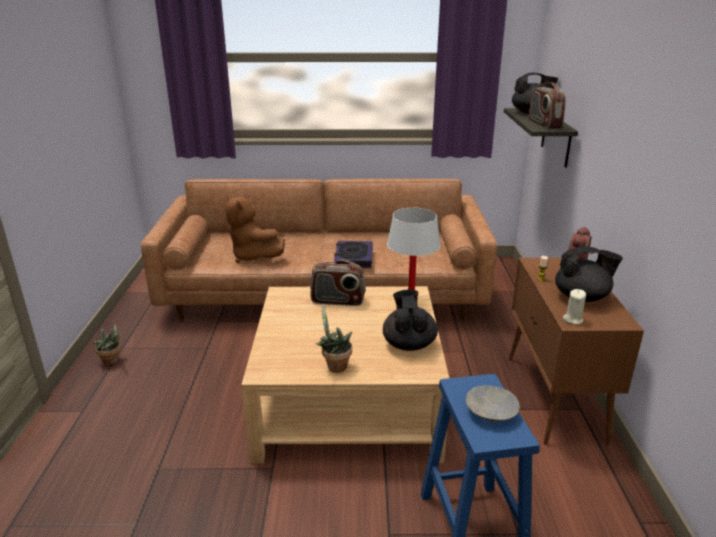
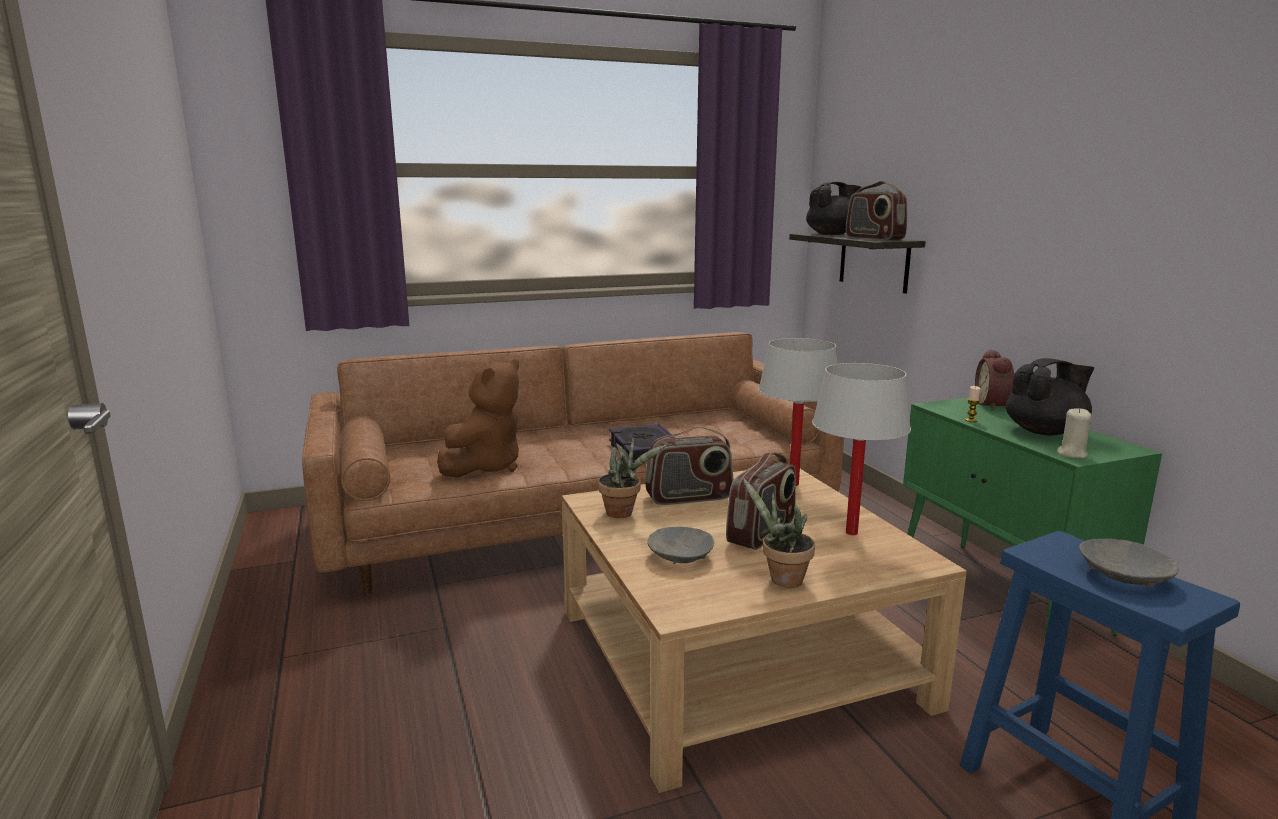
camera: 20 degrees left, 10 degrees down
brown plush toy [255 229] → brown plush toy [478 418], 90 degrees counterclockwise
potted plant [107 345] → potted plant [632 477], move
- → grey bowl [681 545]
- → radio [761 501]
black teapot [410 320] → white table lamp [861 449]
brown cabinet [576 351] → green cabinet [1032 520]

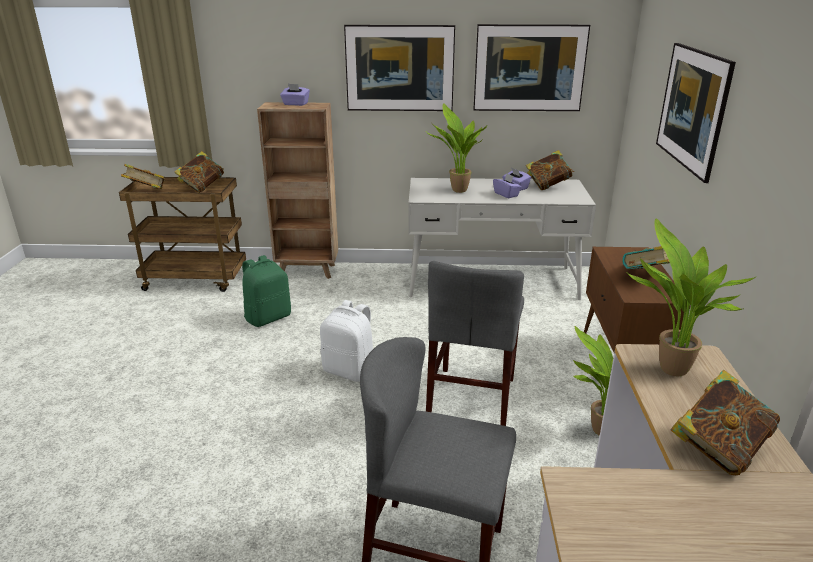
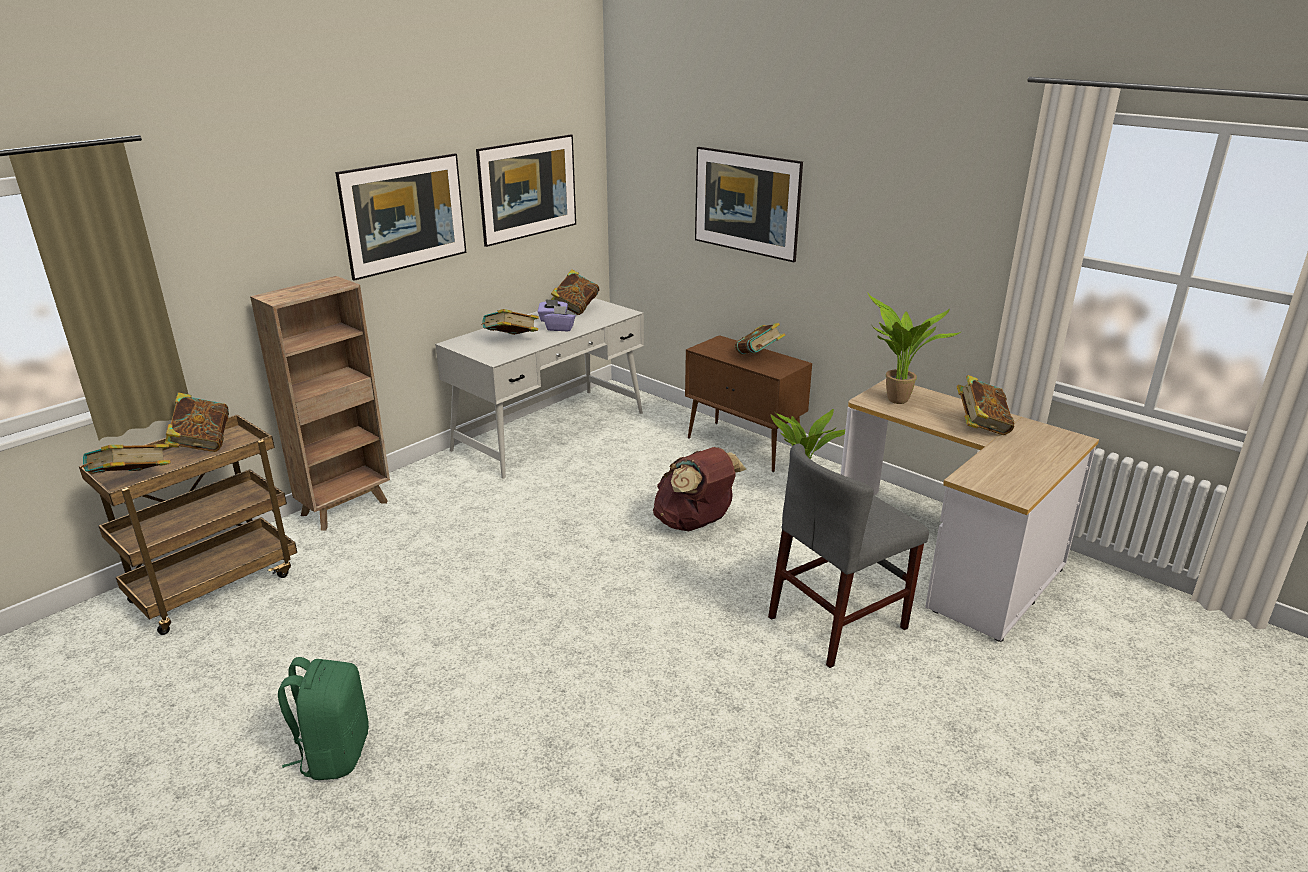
camera: 50 degrees left, 0 degrees up
green backpack [266 291] → green backpack [323 718], move
potted plant [457 148] → book [510 322]
grey chair [475 343] → brown backpack [699 489]
purple tissue box [295 95] → -
white backpack [346 341] → -

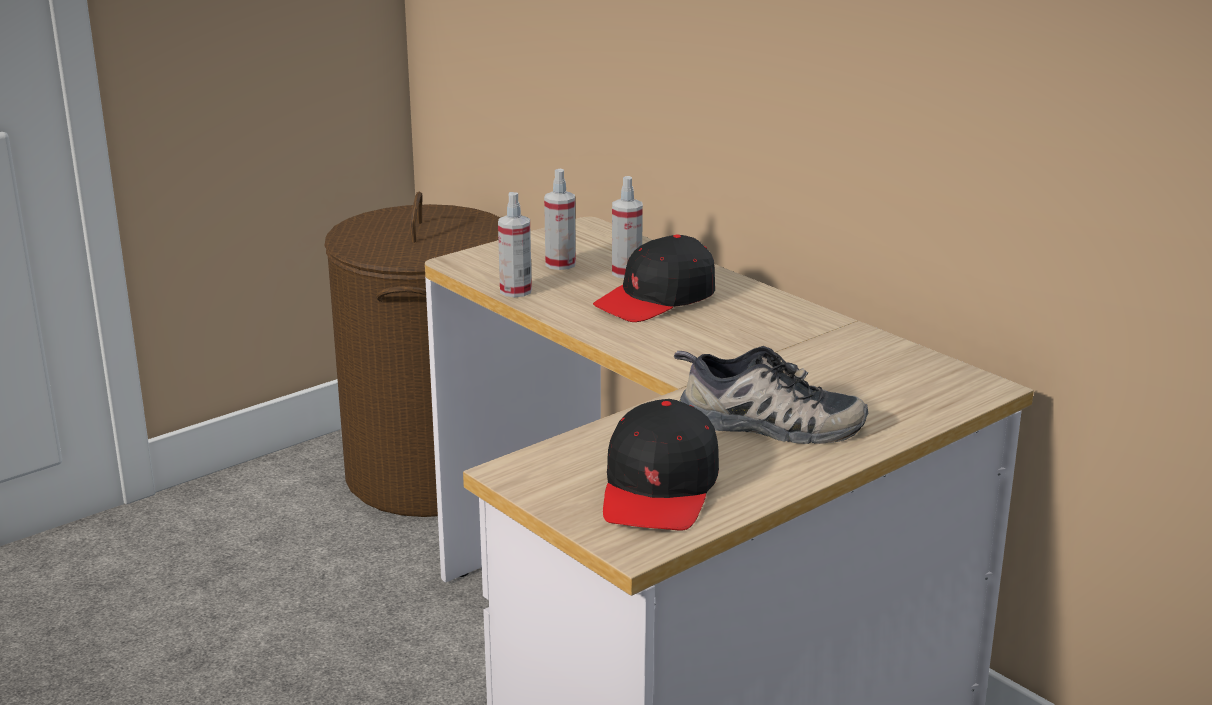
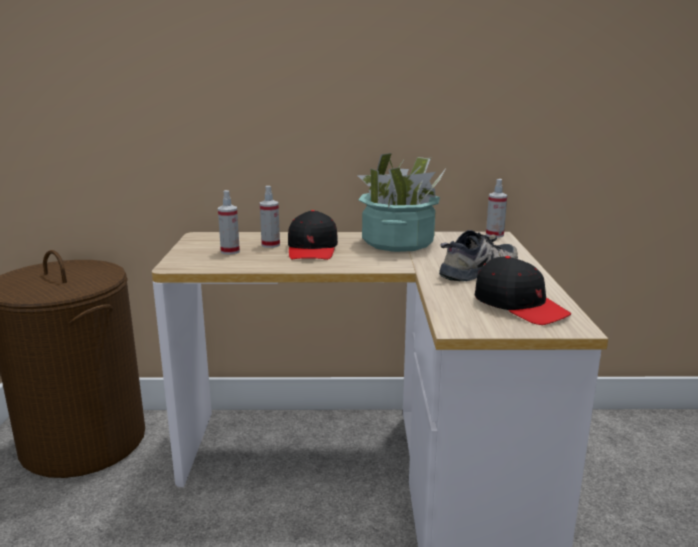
camera: 50 degrees left, 5 degrees down
- → potted plant [401 202]
spray bottle [515 244] → spray bottle [496 208], move

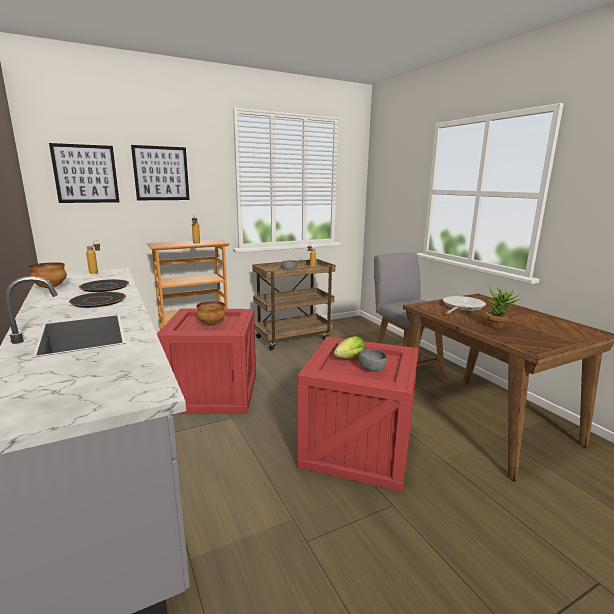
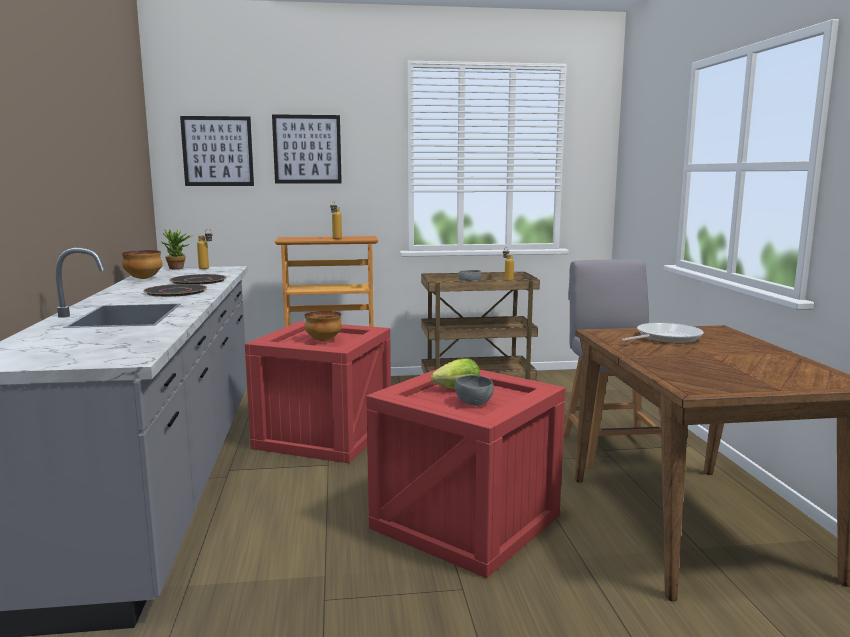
camera: 20 degrees right, 5 degrees down
potted plant [503 307] → potted plant [177 249], move

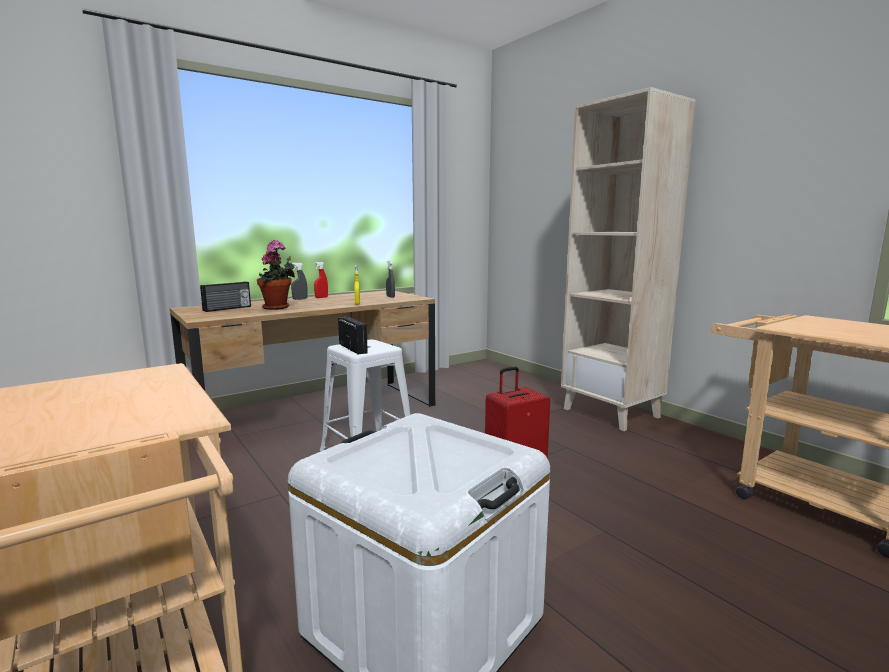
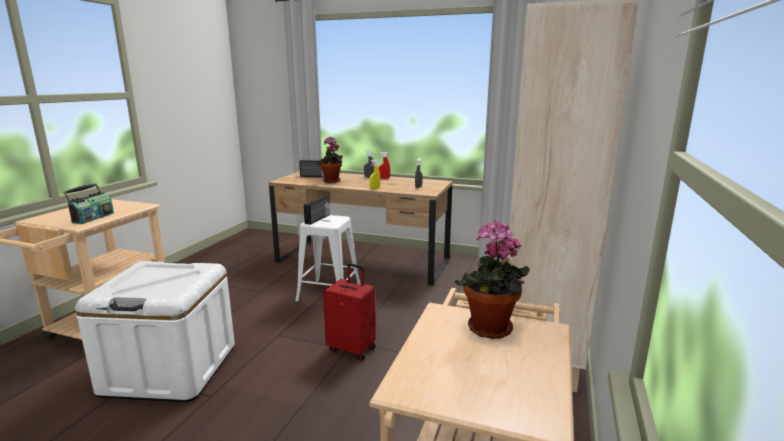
camera: 55 degrees right, 5 degrees up
- → radio [89 204]
- → potted plant [492 280]

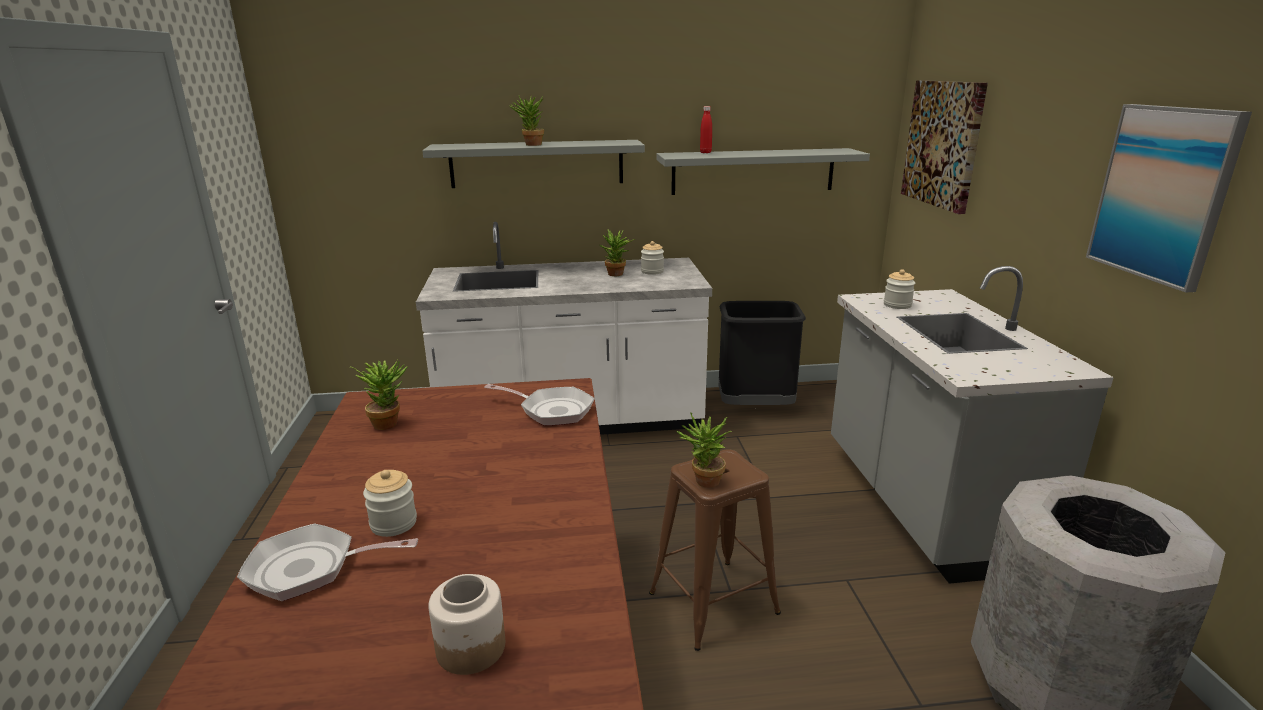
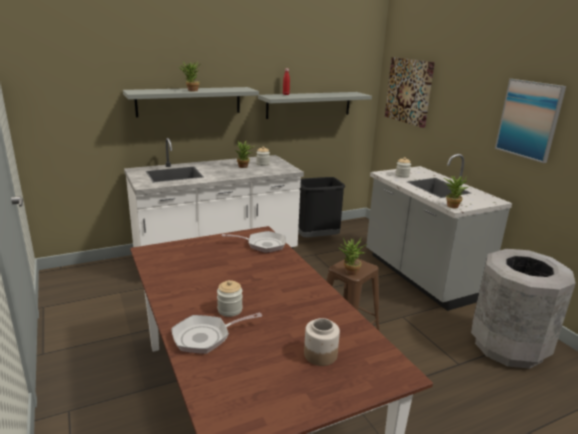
camera: 20 degrees left, 0 degrees up
potted plant [379 395] → potted plant [455 191], move

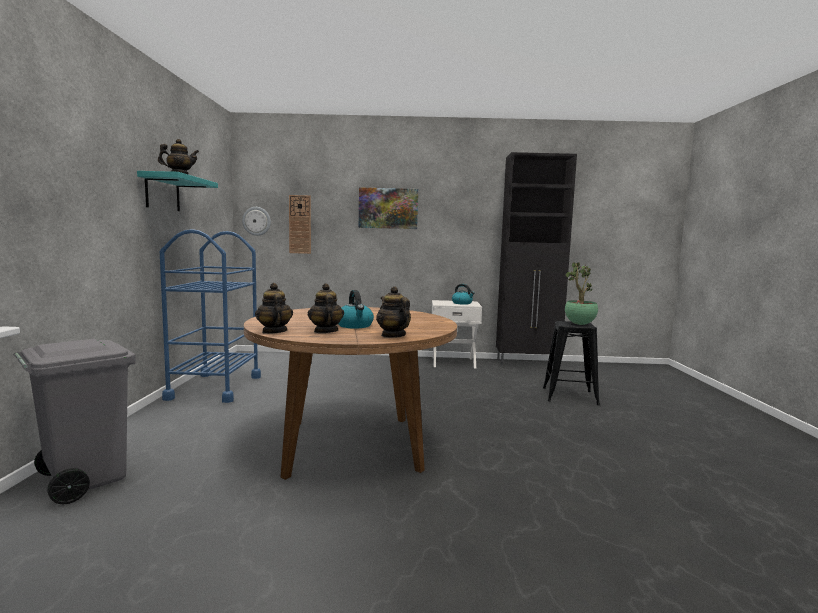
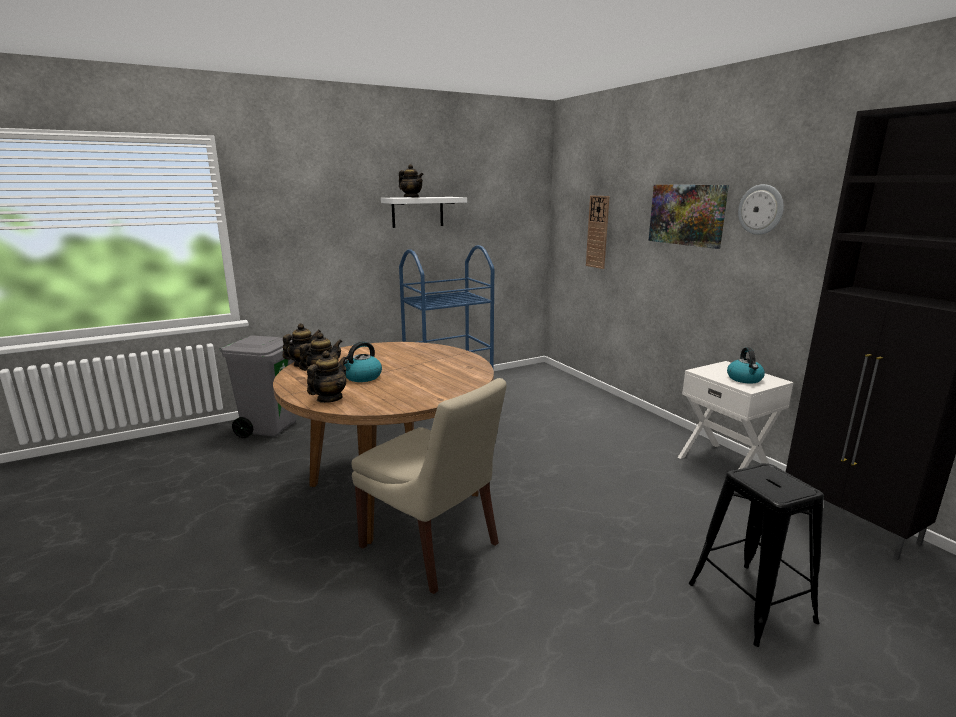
camera: 60 degrees right, 10 degrees up
- → beige chair [429 486]
turquoise shelf [177 191] → white shelf [424 212]
wall clock [256 221] → wall clock [761 209], move
potted plant [581 293] → -

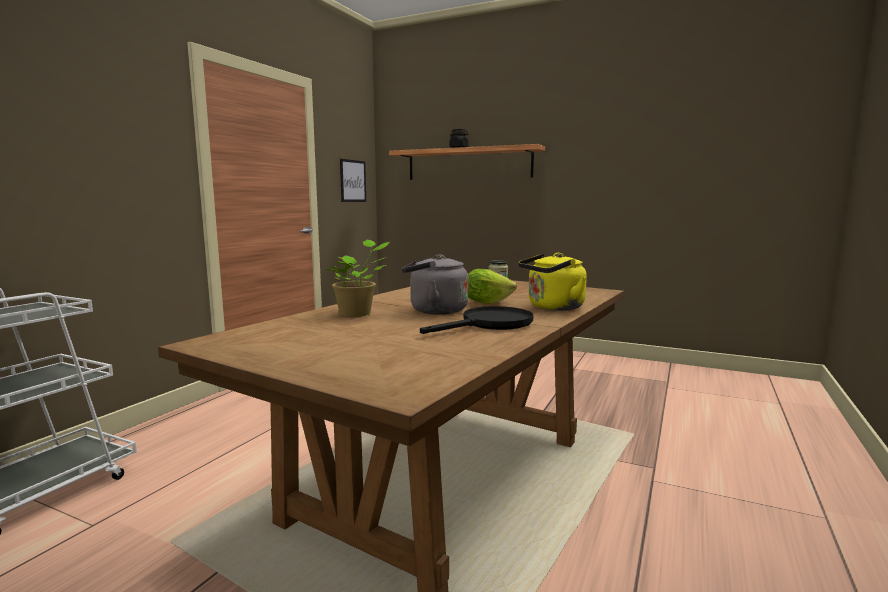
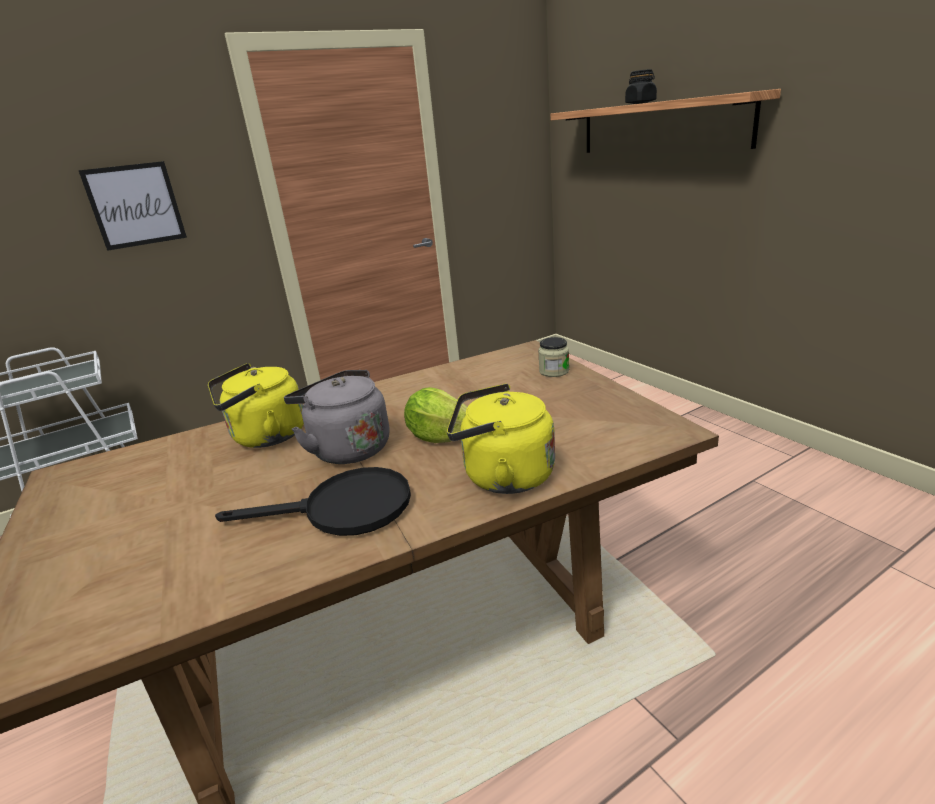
camera: 35 degrees right, 15 degrees up
picture [353 180] → picture [132 206], move
potted plant [357 278] → yellow kettle [256 405]

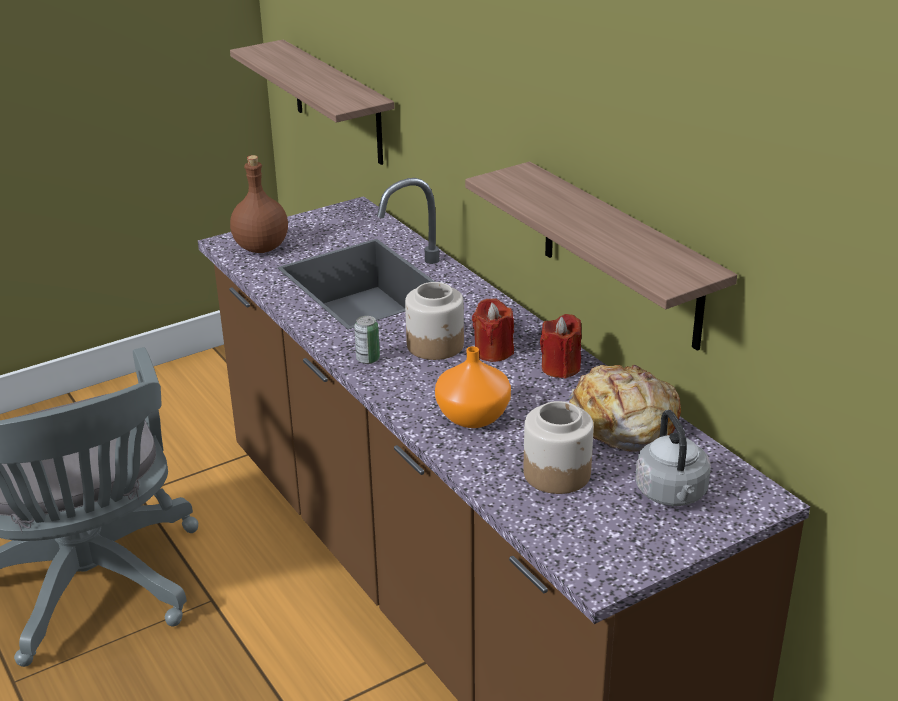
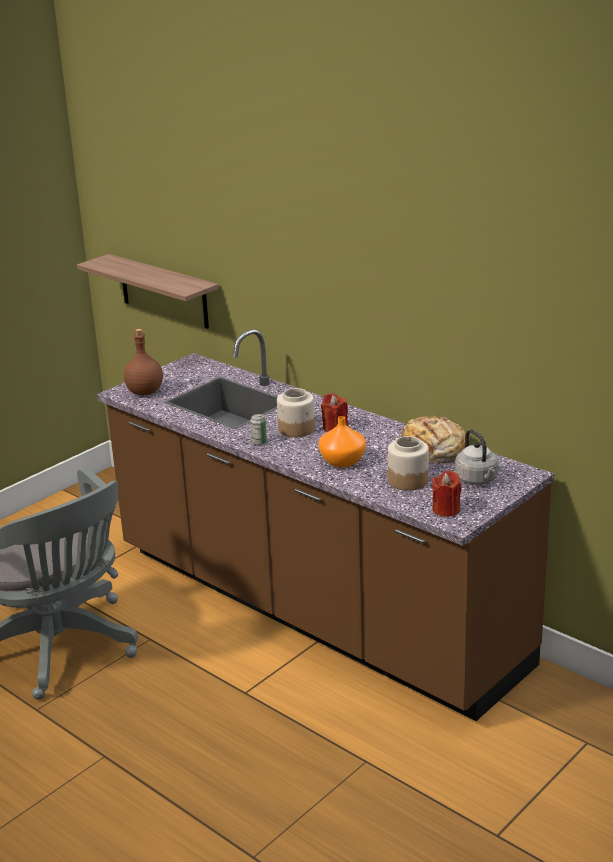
camera: 15 degrees left, 5 degrees down
red candle [561 346] → red candle [446 494], move
shelf [601 256] → -

